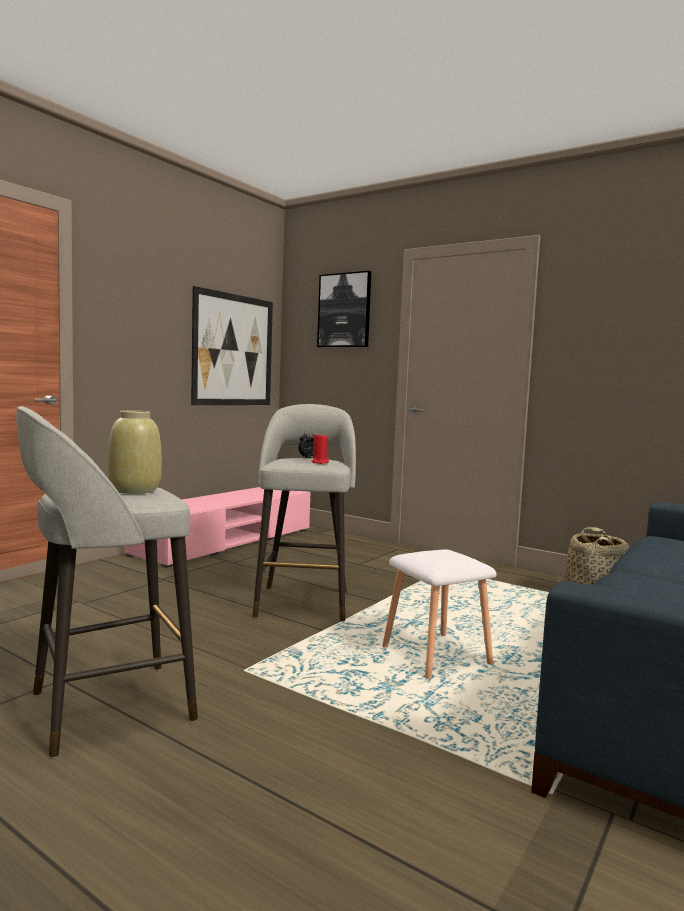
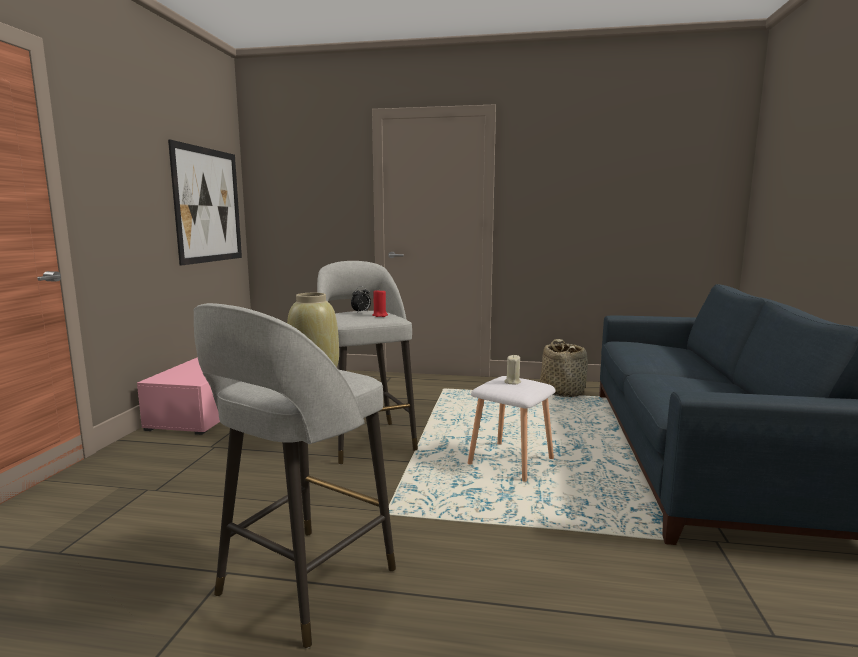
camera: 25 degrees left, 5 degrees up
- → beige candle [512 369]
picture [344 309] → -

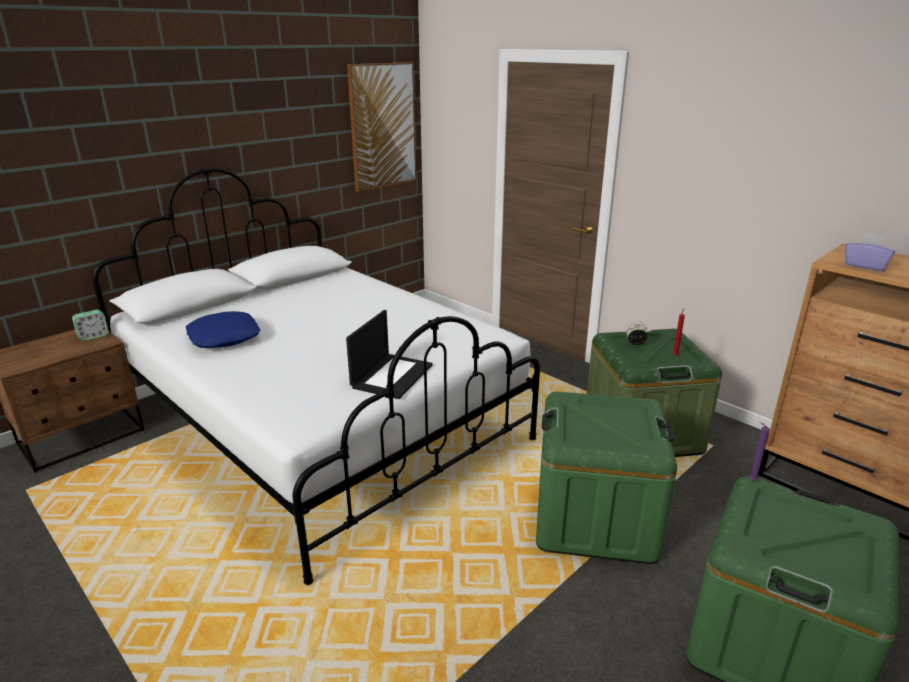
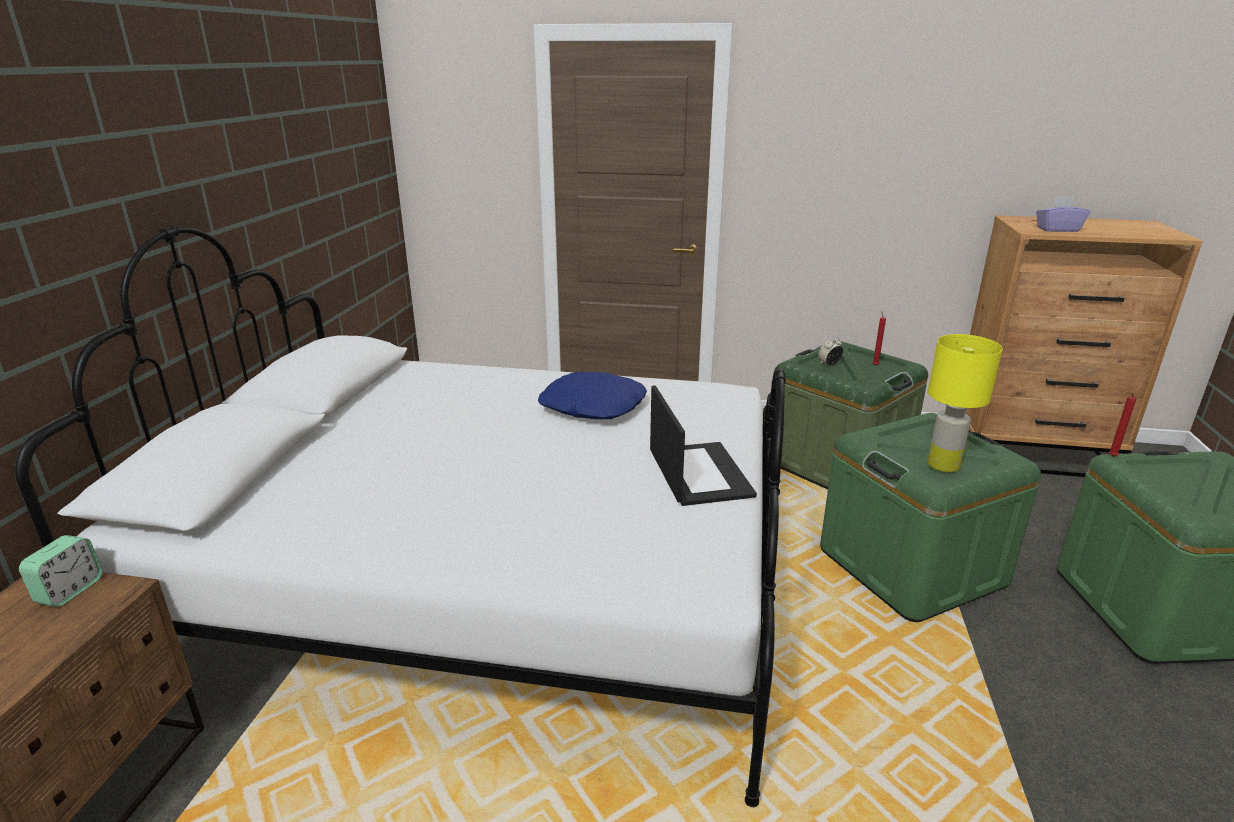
camera: 35 degrees left, 0 degrees up
blue pillow [223 329] → blue pillow [592 395], move
- → yellow table lamp [965 403]
purple candle [759 451] → red candle [1122 424]
picture [381 126] → -

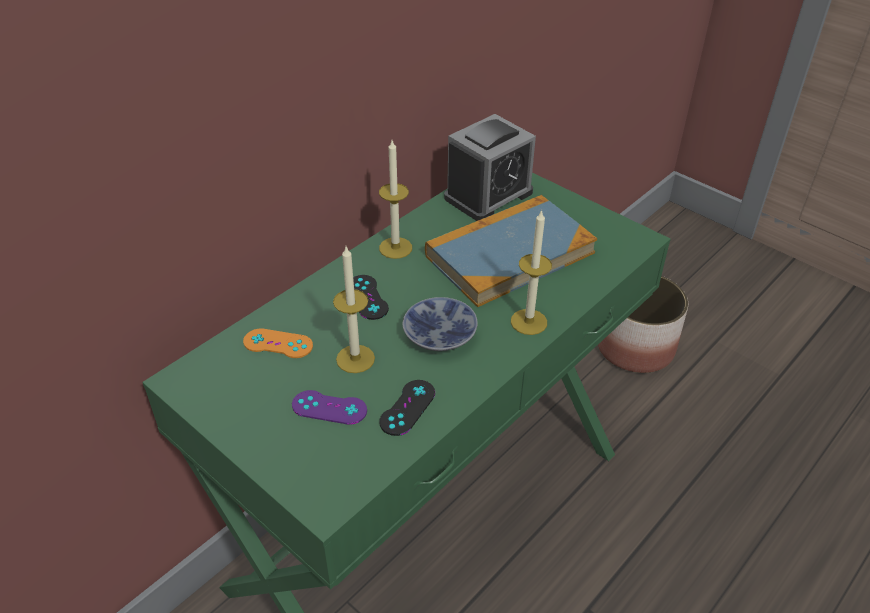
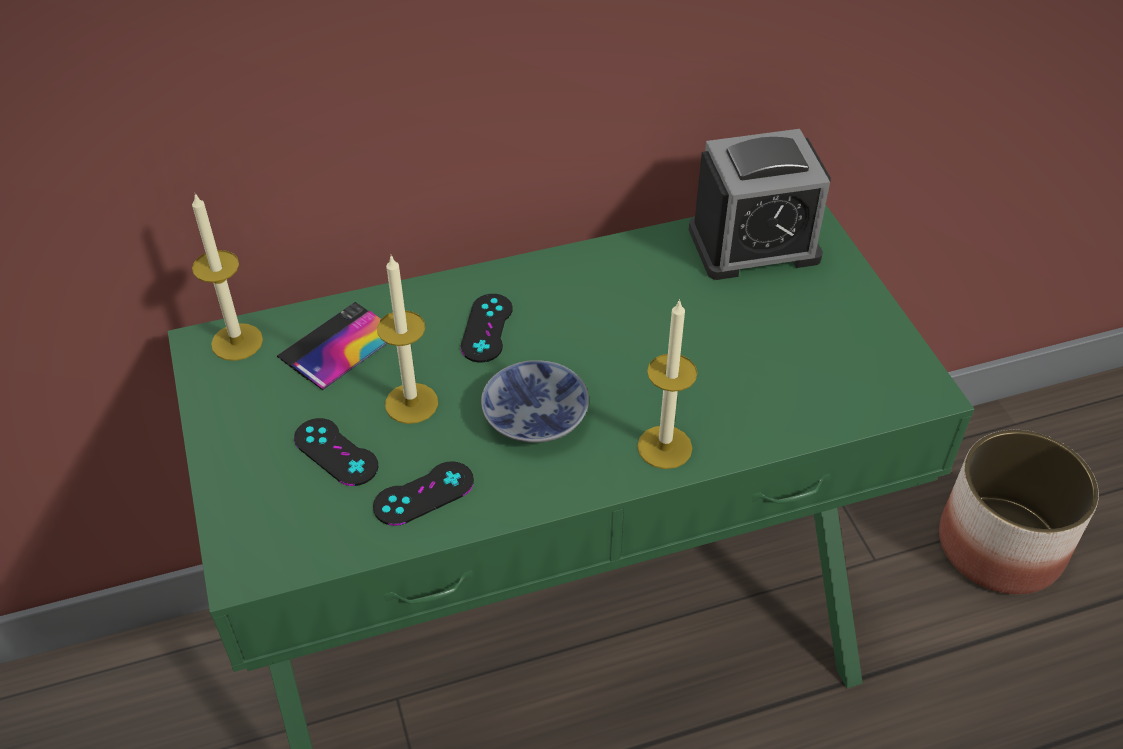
camera: 30 degrees right, 5 degrees up
candle [395 199] → candle [227 277], move
orange game controller [278 343] → phone [332 346]
purple game controller [329 407] → black game controller [336 452]
book [511 251] → -

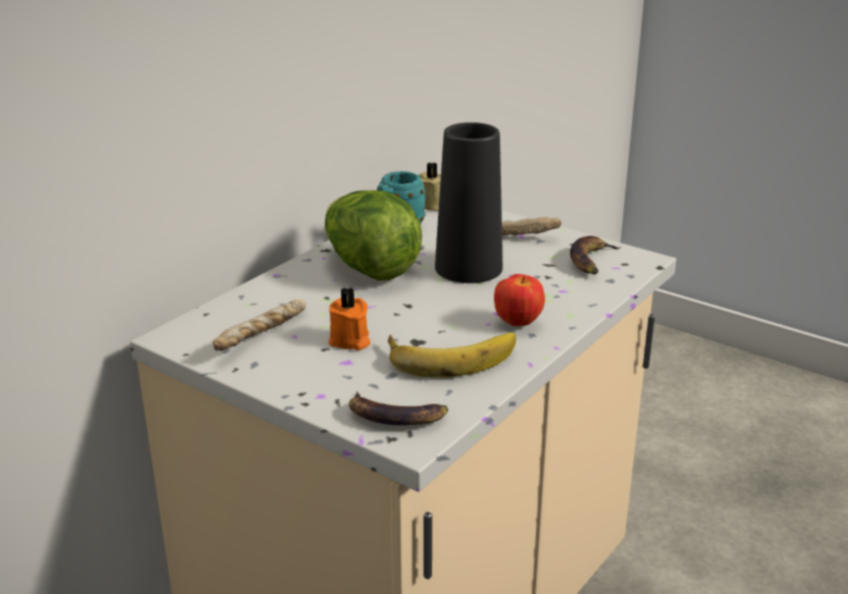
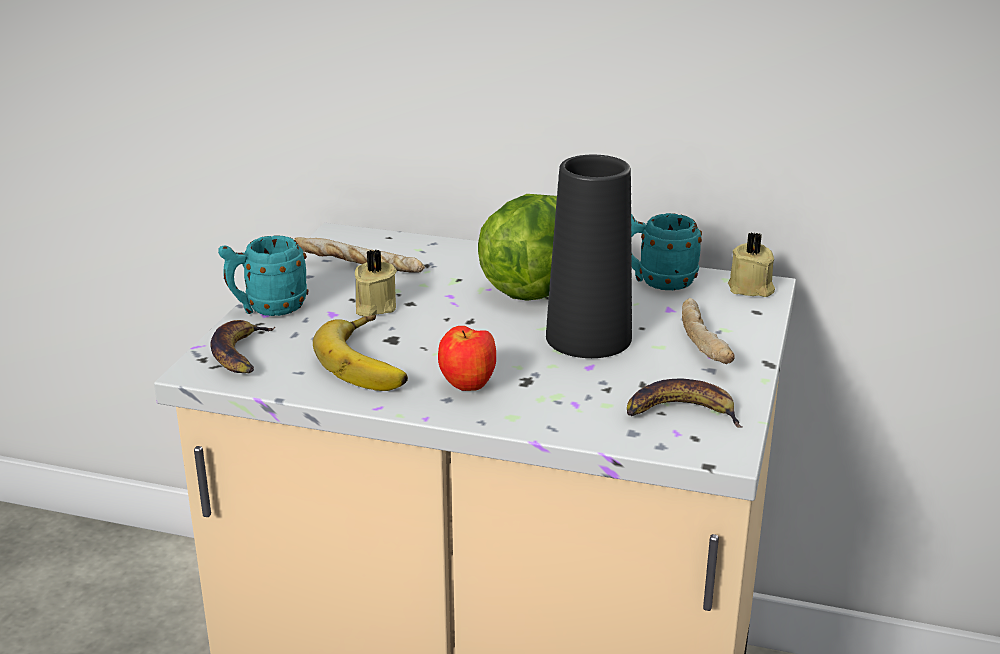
camera: 70 degrees right, 0 degrees up
- → turquoise mug [263 275]
orange candle [349 318] → beige candle [376 283]

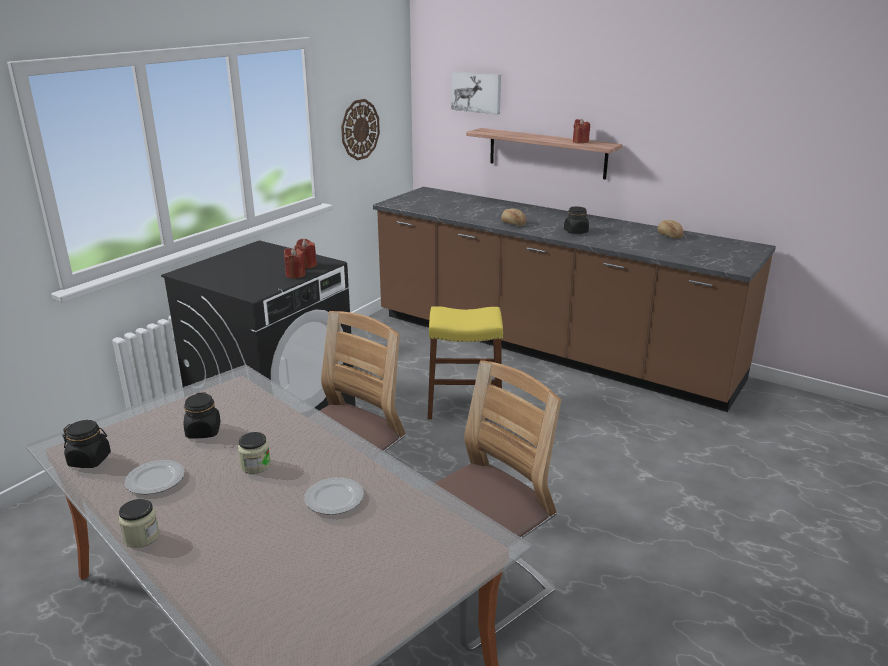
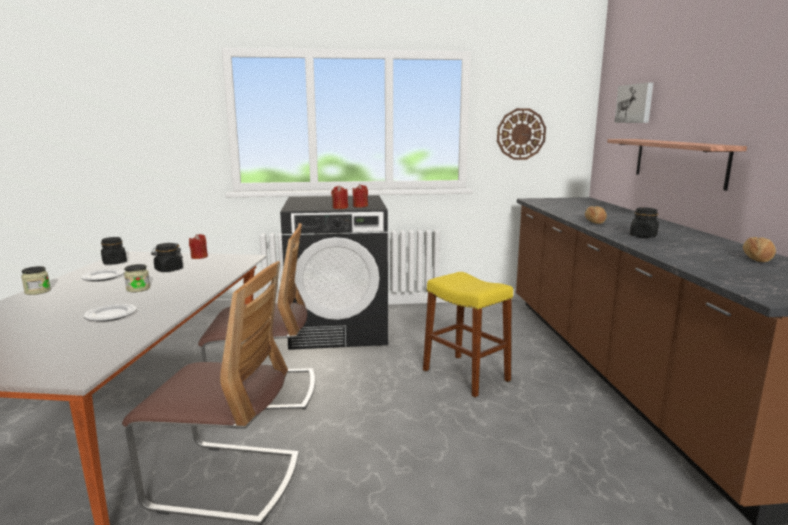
camera: 50 degrees right, 10 degrees down
red candle [581 130] → red candle [198 246], move

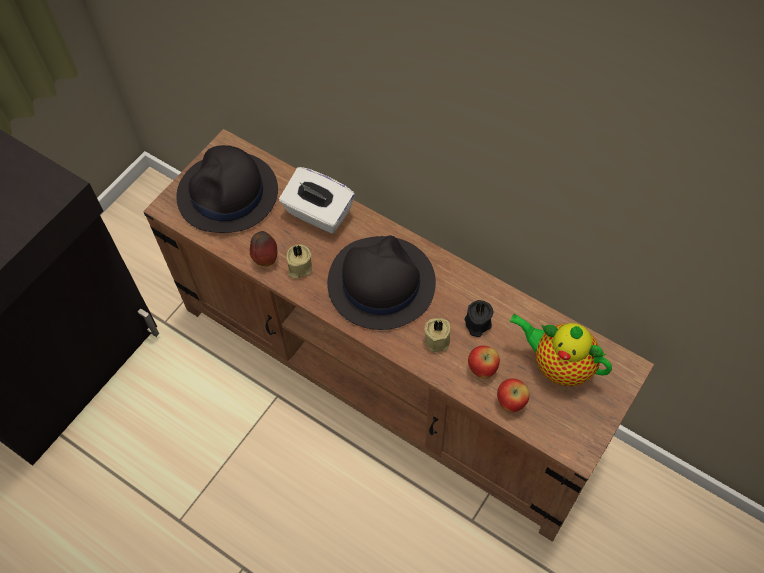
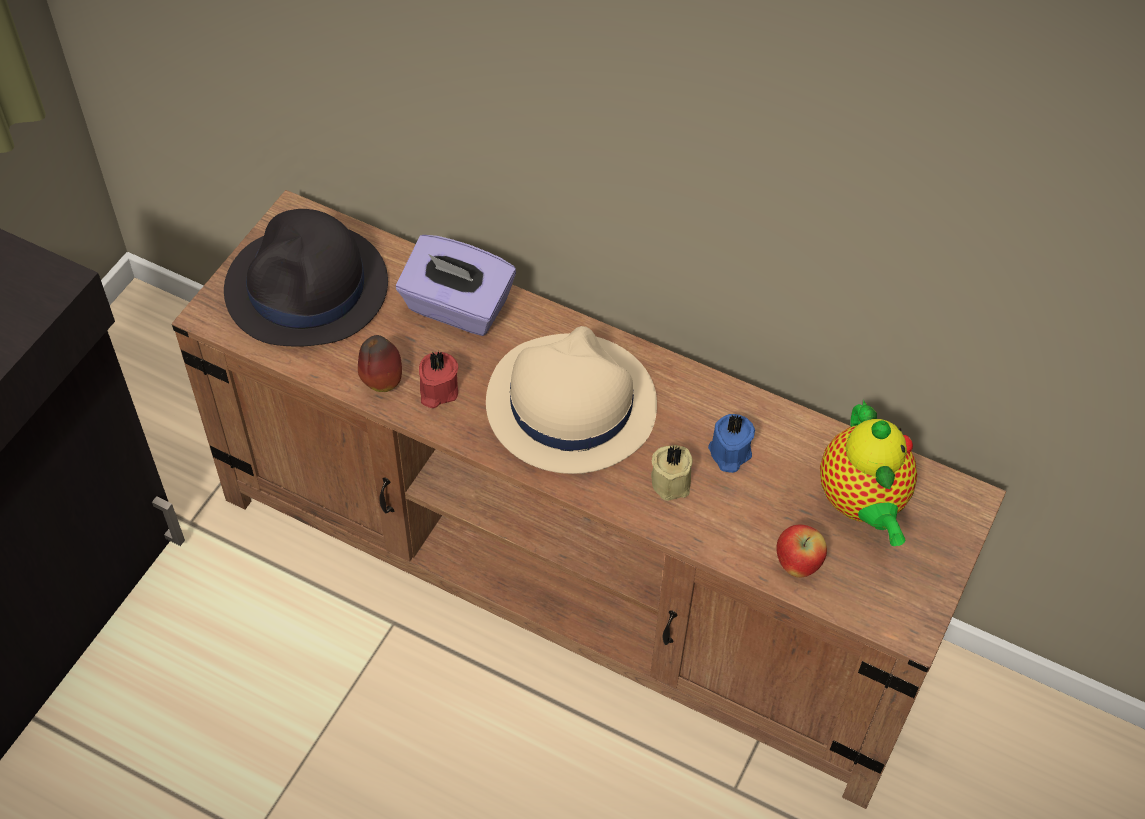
camera: 10 degrees left, 5 degrees down
white tissue box [317 200] → purple tissue box [456 285]
beige candle [299 261] → red candle [438 379]
black hat [381 282] → beige hat [571 400]
black candle [479 318] → blue candle [731 443]
teapot [560 350] → teapot [868 473], 120 degrees counterclockwise
apple [484 362] → -

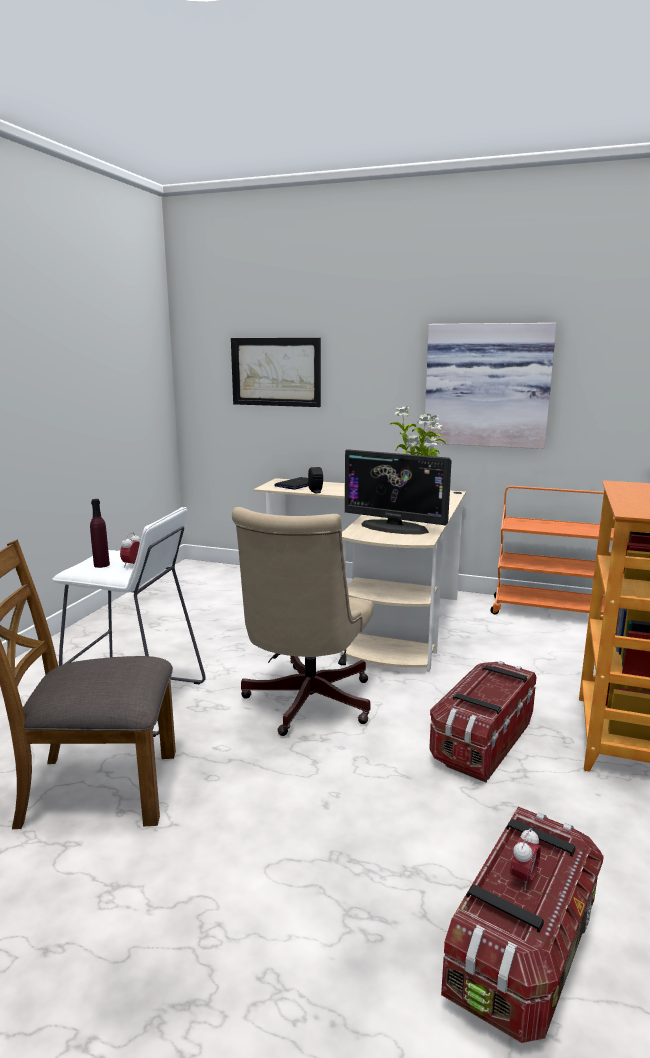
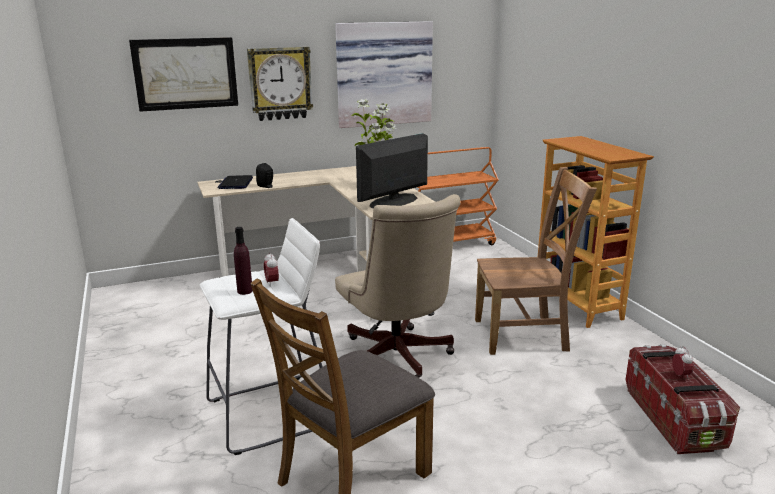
camera: 40 degrees left, 5 degrees up
- → wall clock [280 84]
monitor [398 491] → monitor [392 170], 150 degrees clockwise
storage box [482 721] → brown chair [536 261]

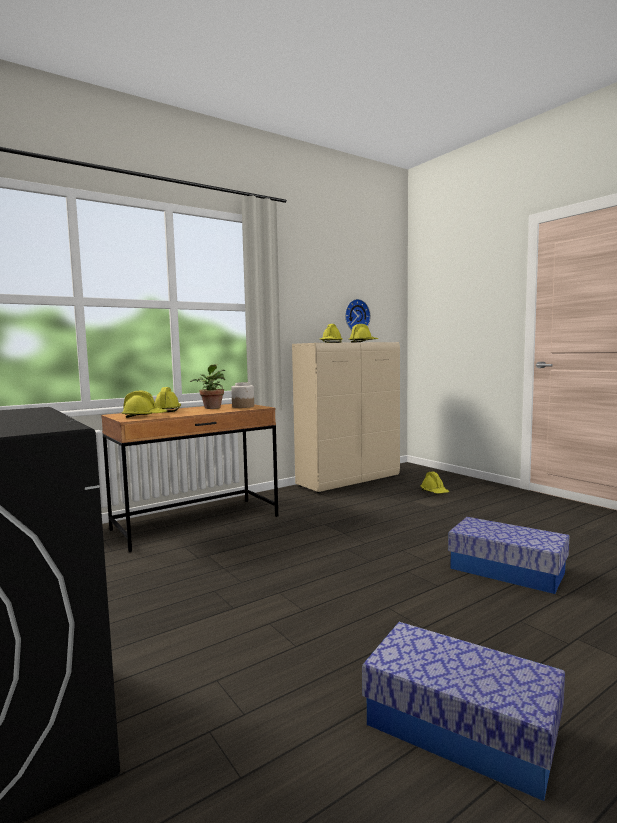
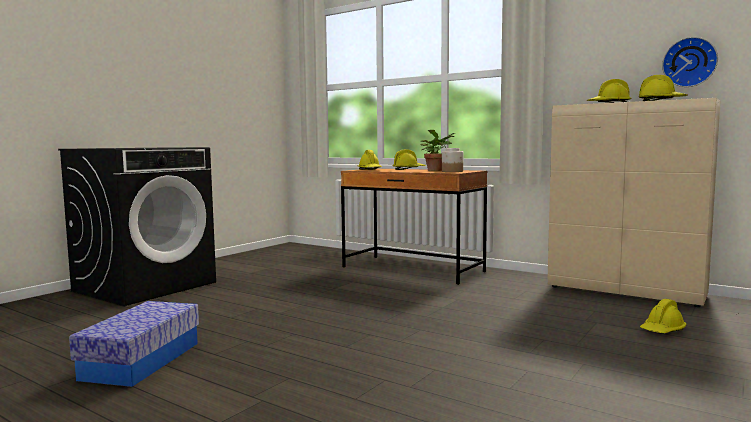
camera: 70 degrees right, 0 degrees up
storage box [508 555] → -

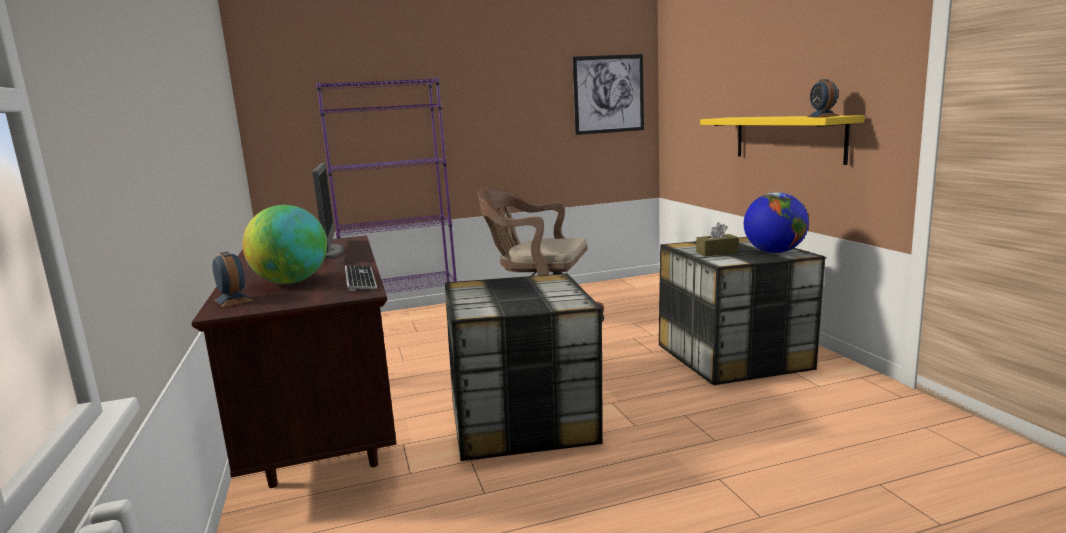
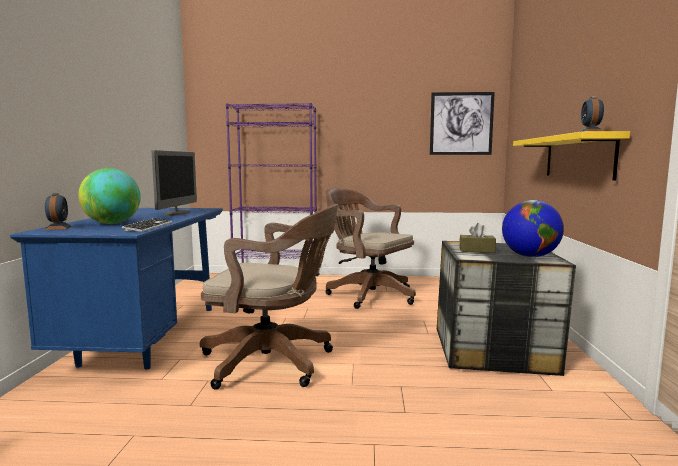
camera: 20 degrees right, 5 degrees down
brown desk [293 361] → blue desk [116 288]
storage box [524 367] → brown office chair [269 297]

